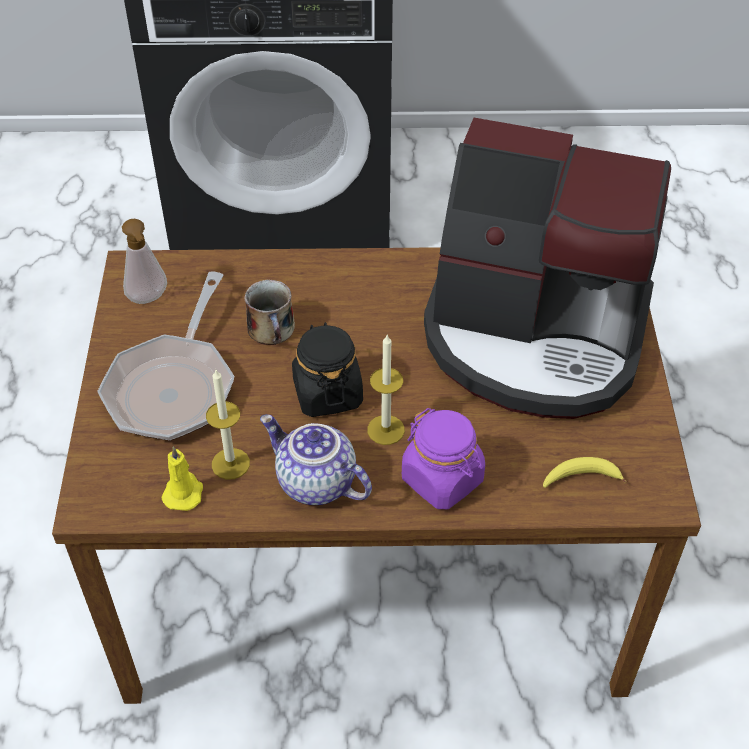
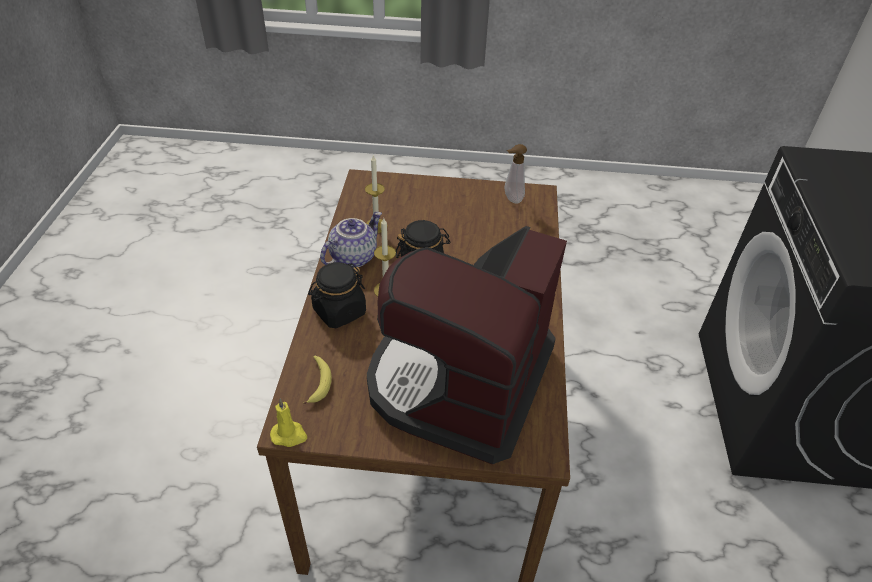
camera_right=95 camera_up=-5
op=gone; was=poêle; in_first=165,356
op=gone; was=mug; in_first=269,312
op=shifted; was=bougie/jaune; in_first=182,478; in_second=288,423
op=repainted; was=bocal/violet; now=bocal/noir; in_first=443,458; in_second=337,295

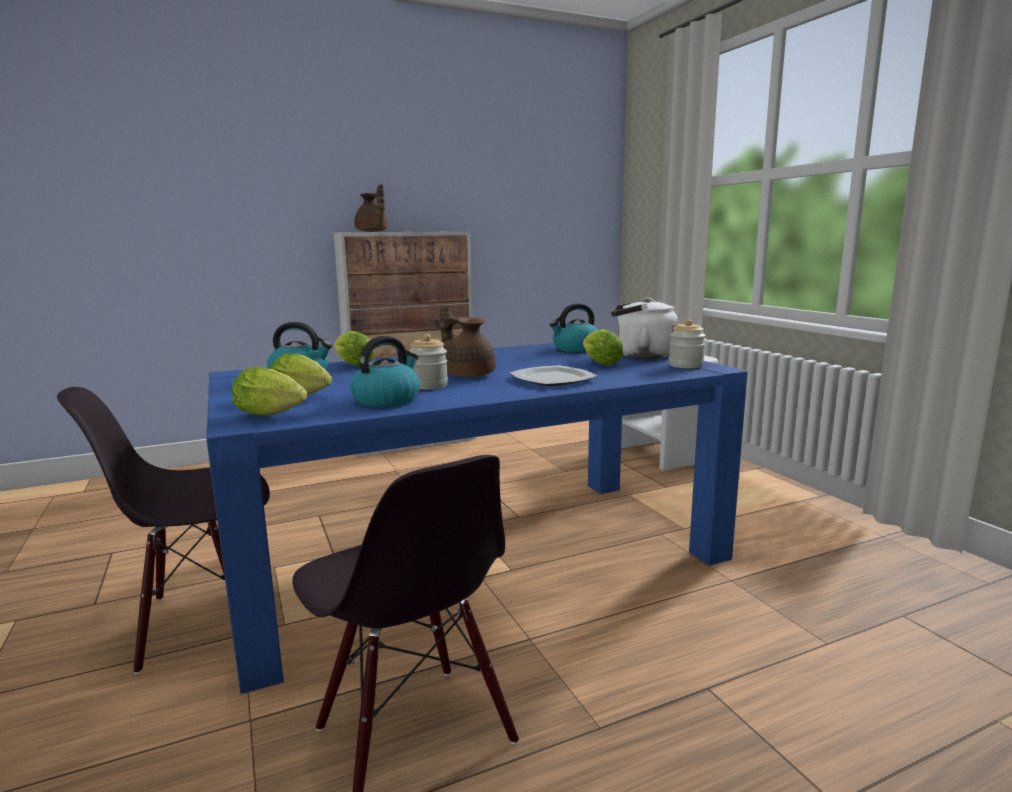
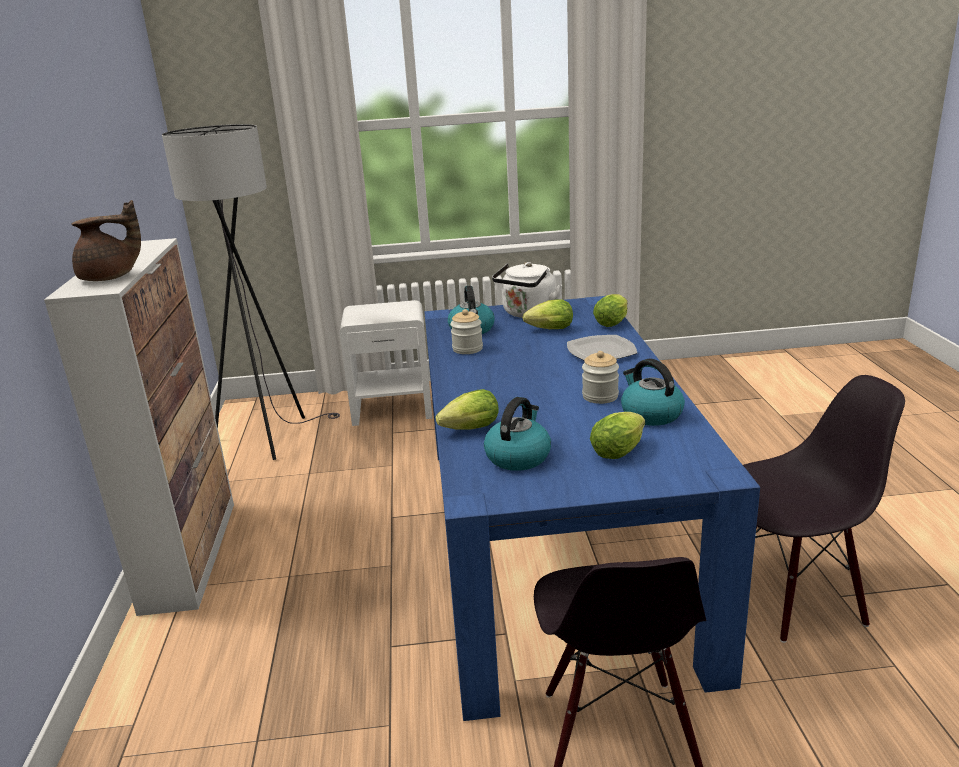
camera_right=-70 camera_up=10
op=gone; was=théière/marron; in_first=468,341
op=new; now=lampadaire/gris; in_second=251,292
op=shifted; was=laitue; in_first=269,391; in_second=610,310
op=shifted; was=bocal; in_first=687,343; in_second=466,331

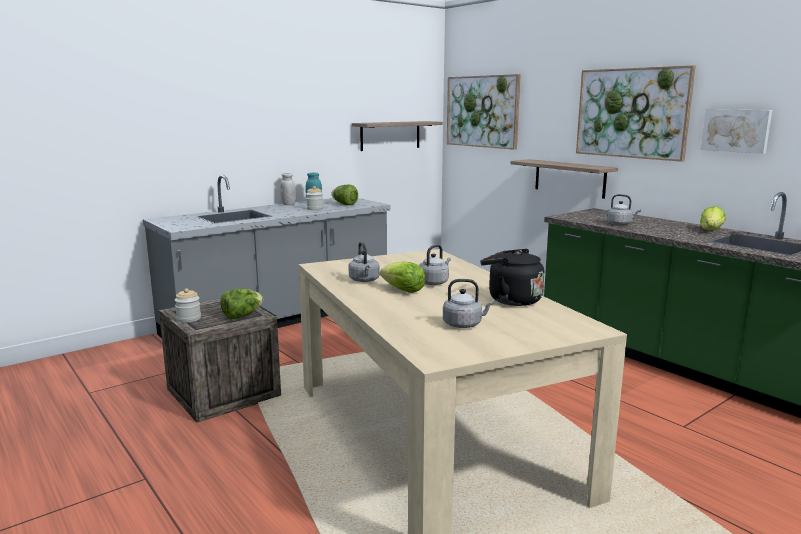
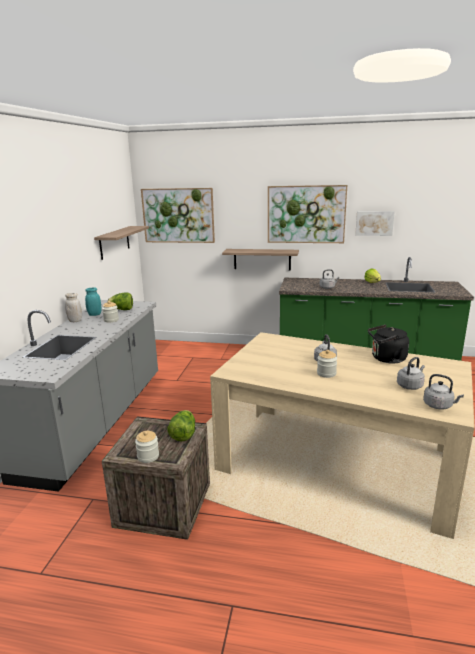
camera_right=-40 camera_up=5
op=shifted; was=bouilloire/gris; in_first=364,262; in_second=443,392
op=swapped; was=laitue; now=bocal; in_first=402,277; in_second=327,364

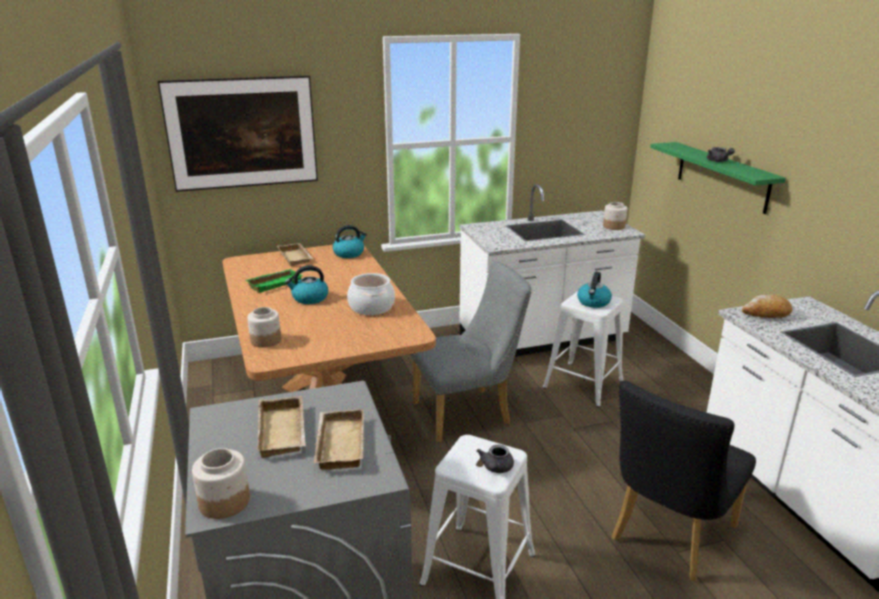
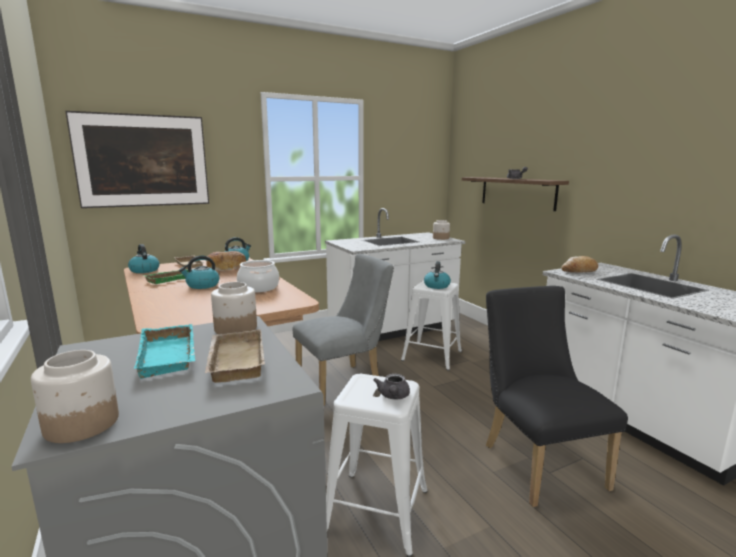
camera_right=-10 camera_up=-10
op=new; now=bouilloire; in_second=143,258
op=new; now=pain; in_second=226,261
op=shifted; was=bocal; in_first=264,327; in_second=234,308
op=repainted; was=plateau/beige; now=plateau/turquoise; in_first=281,427; in_second=164,351
op=repainted; was=étagère/vert; now=étagère/marron; in_first=718,178; in_second=515,194
op=rotated; was=chaise/noir; in_first=683,481; in_second=557,396; clockwise=135

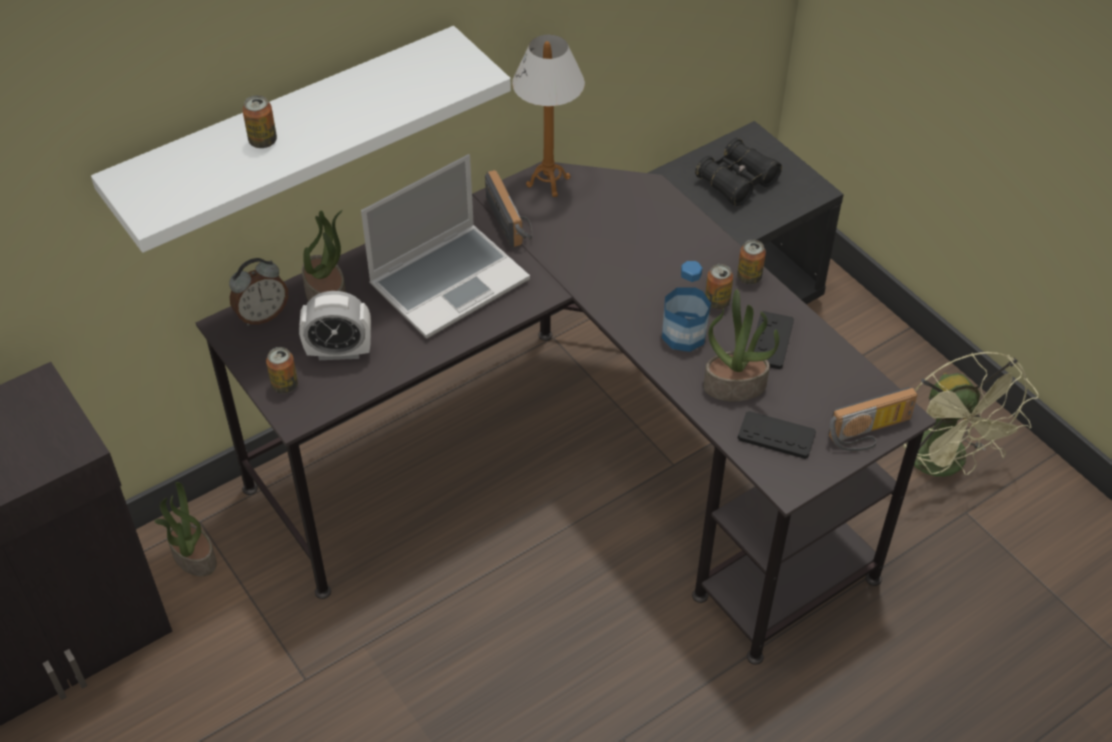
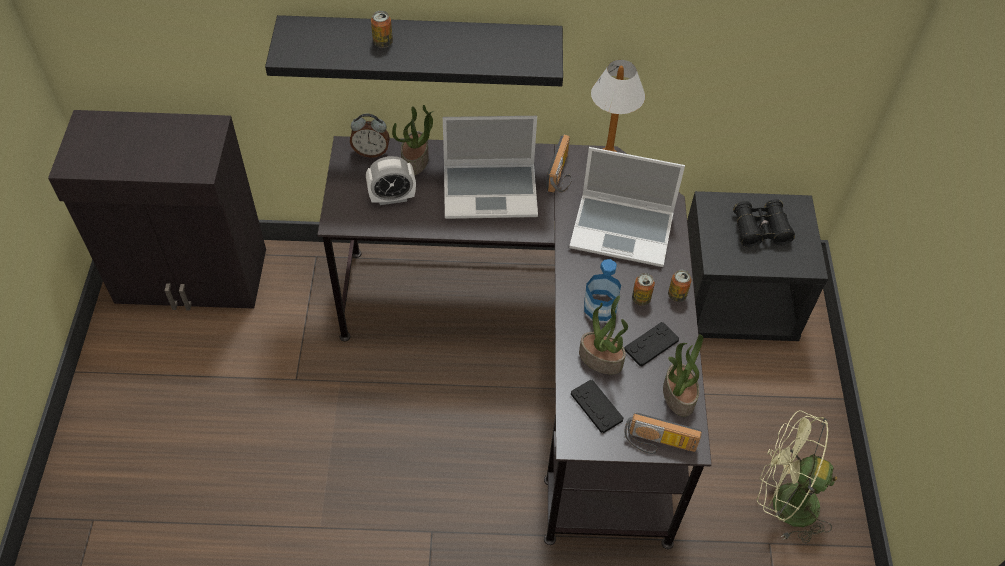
camera_right=35 camera_up=5
op=gone; was=boîte métallique; in_first=282,370
op=new; now=ordinateur portable; in_second=627,207
op=shifted; was=plante en pot; in_first=186,529; in_second=683,375
op=repainted; was=étagère/blanc; now=étagère/noir; in_first=301,139; in_second=414,50
op=rotated; was=réveil; in_first=335,325; in_second=391,180; clockwise=-45
op=rotated; was=ventilateur/vert; in_first=967,416; in_second=797,476; clockwise=90

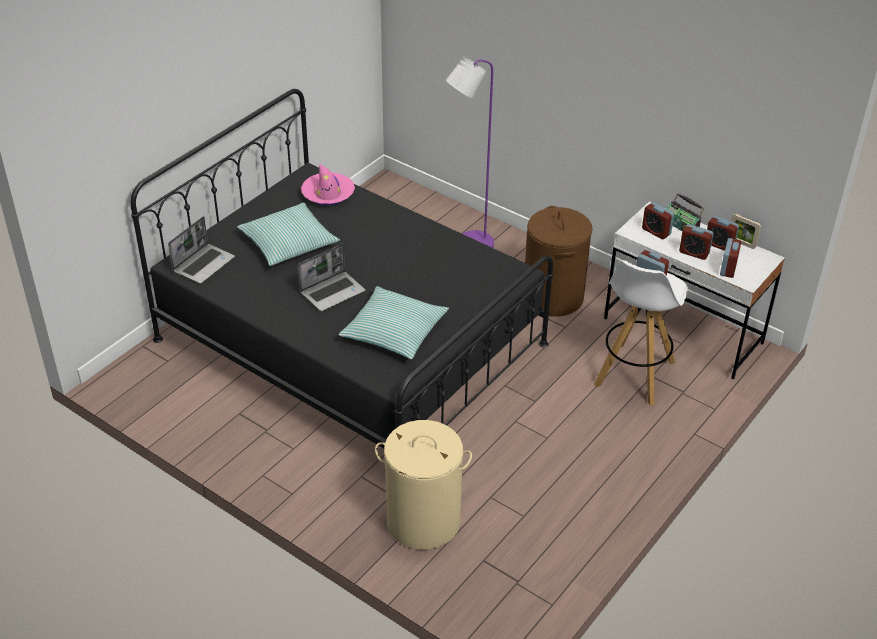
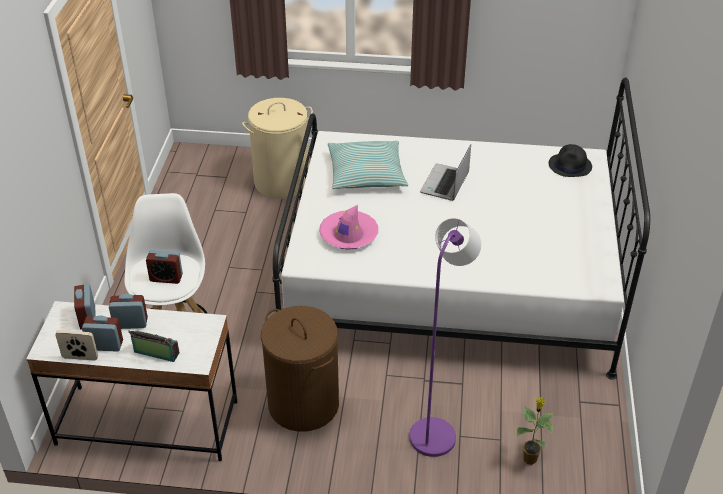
camera_right=150 camera_up=0
op=gone; was=coussin; in_first=288,234
op=gone; was=réveil; in_first=658,220
op=new; now=plante en pot; in_second=535,431
op=shifted; was=chapeau/rose; in_first=328,184; in_second=348,227
op=swapped; was=ordinateur portable; now=chapeau/noir; in_first=201,250; in_second=570,160
op=repainted; was=lit/noir; now=lit/blanc; in_first=341,268; in_second=461,228

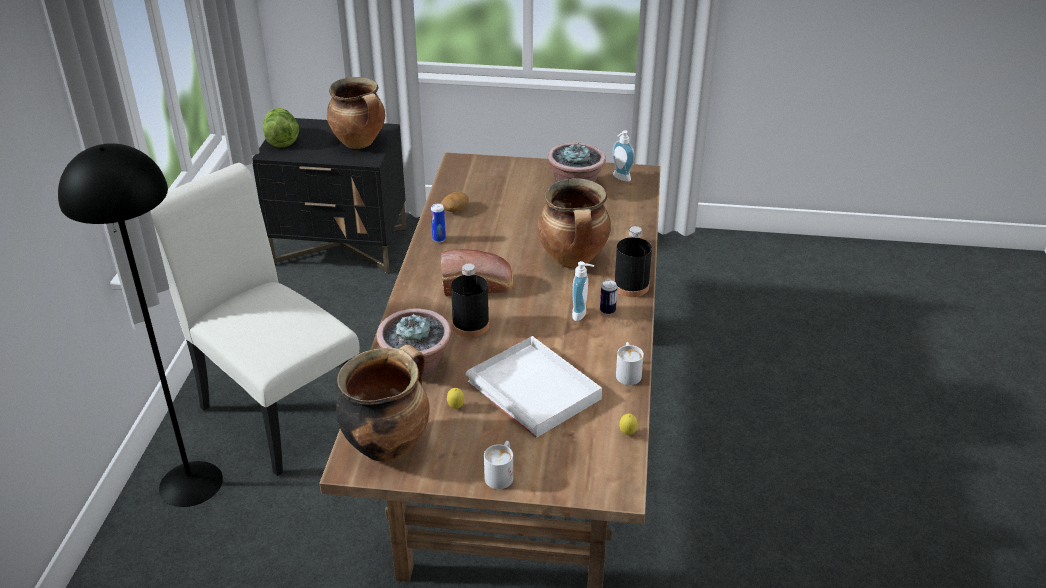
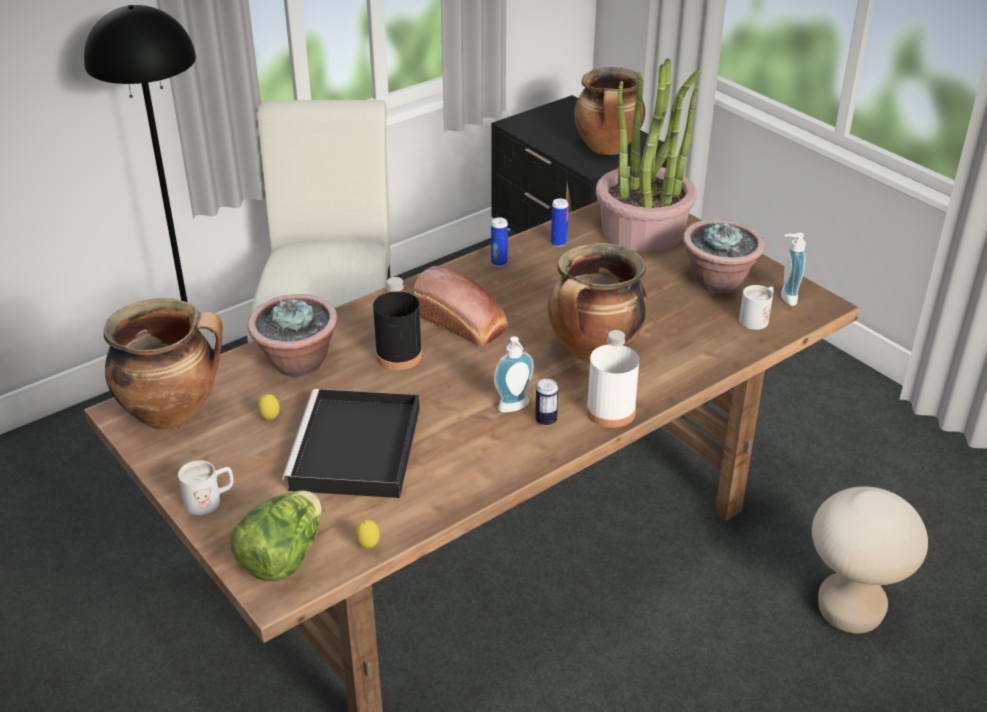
camera_right=45 camera_up=0
op=new; now=plante en pot; in_second=649,155
op=new; now=tabouret/beige; in_second=870,560
op=shifted; was=laitue; in_first=281,128; in_second=276,535
op=shifted; was=mug/blanc; in_first=630,363; in_second=756,307
op=swapped; was=pomme de terre; now=boîte métallique; in_first=455,202; in_second=560,222
op=repainted; was=plateau/blanc; now=plateau/noir; in_first=534,387; in_second=350,443
op=repainted; was=bouteille/noir; now=bouteille/blanc; in_first=633,261; in_second=612,379

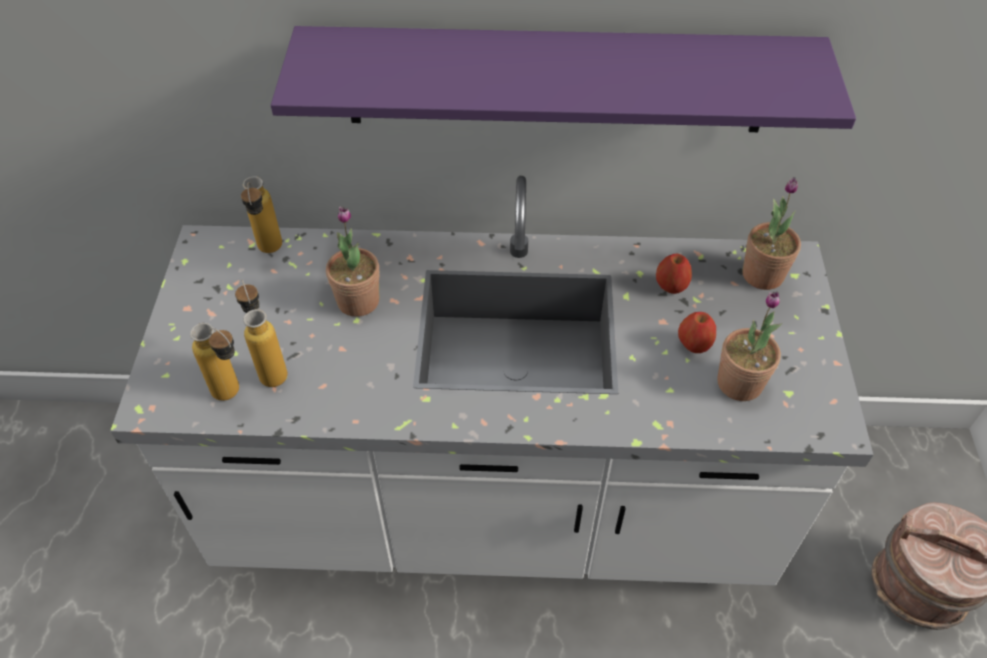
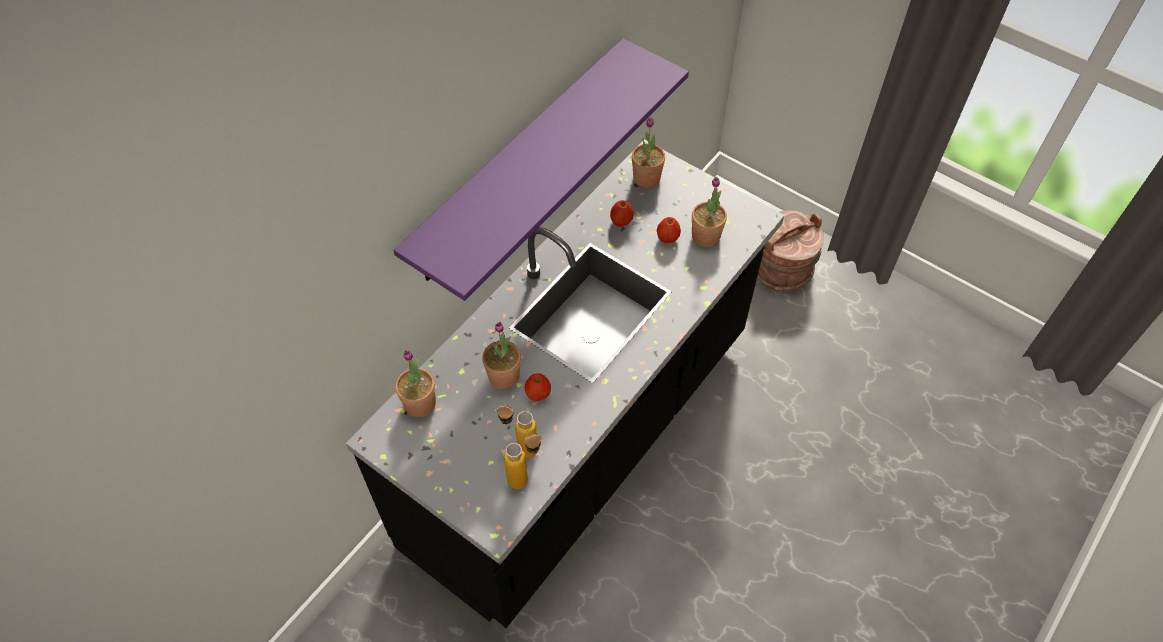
camera_right=-55 camera_up=5
op=new; now=pomme; in_second=537,387
op=swapped; was=bouteille; now=plante en pot; in_first=261,214; in_second=415,383
op=repainted; was=comptoir de cuisine/blanc; now=comptoir de cuisine/noir; in_first=491,380; in_second=565,384

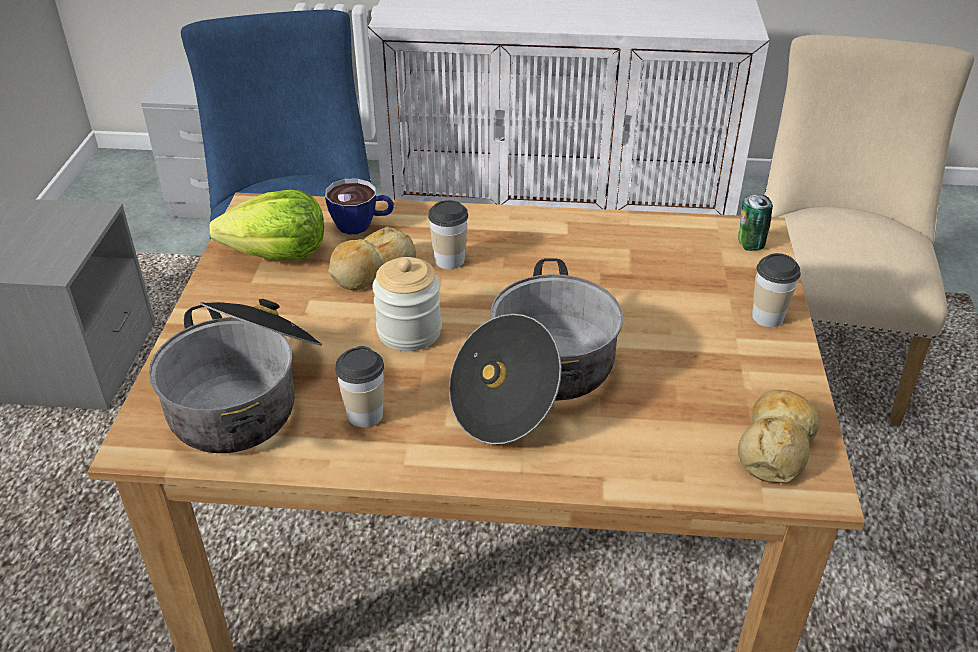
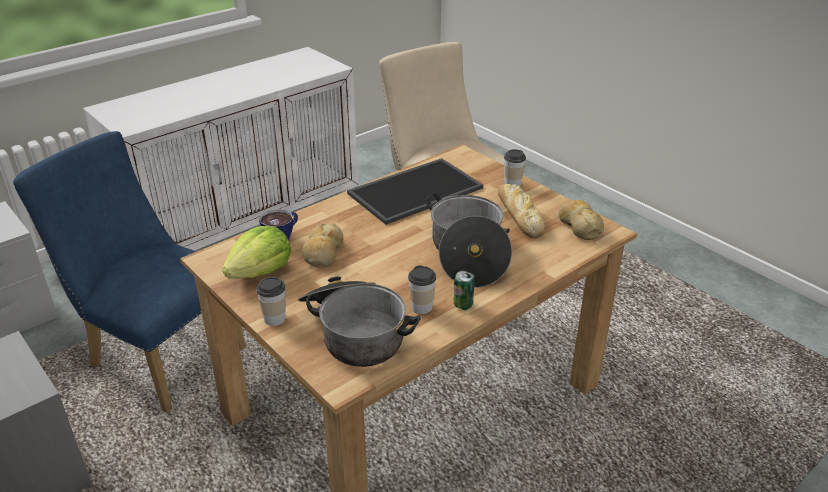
camera_right=-45 camera_up=-5
op=gone; was=bocal; in_first=407,304
op=new; now=plateau; in_second=415,191
op=new; now=pain; in_second=521,211
op=shifted; was=tasse; in_first=448,234; in_second=271,301
op=shifted; was=boîte métallique; in_first=755,222; in_second=464,290

